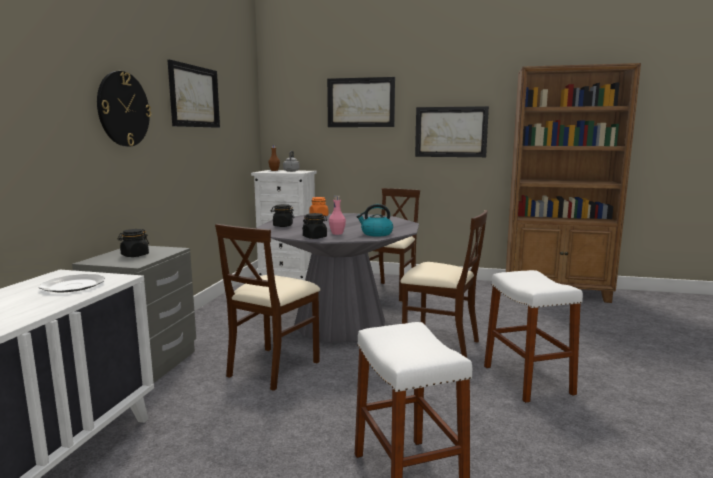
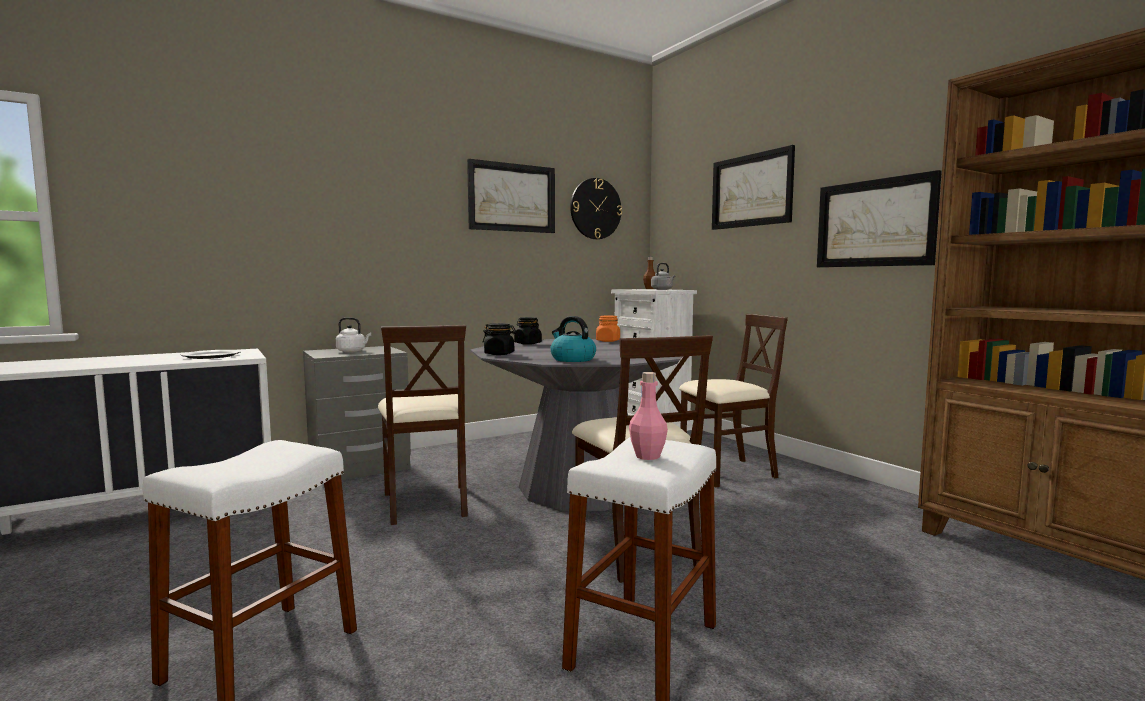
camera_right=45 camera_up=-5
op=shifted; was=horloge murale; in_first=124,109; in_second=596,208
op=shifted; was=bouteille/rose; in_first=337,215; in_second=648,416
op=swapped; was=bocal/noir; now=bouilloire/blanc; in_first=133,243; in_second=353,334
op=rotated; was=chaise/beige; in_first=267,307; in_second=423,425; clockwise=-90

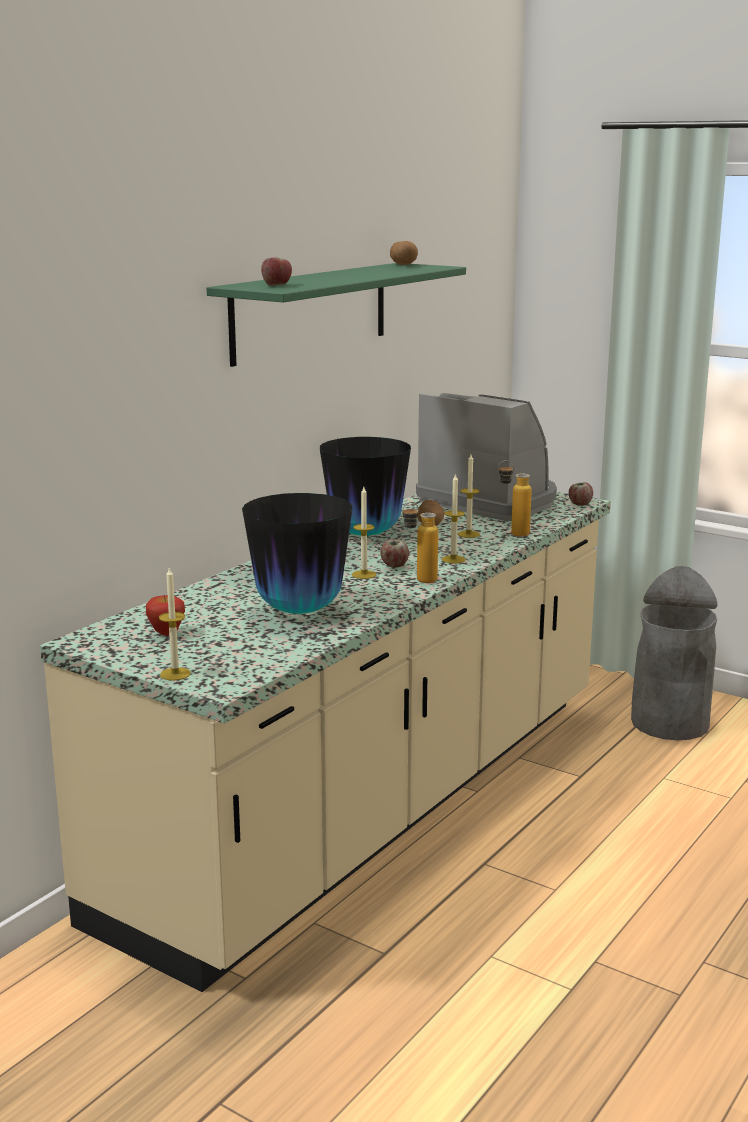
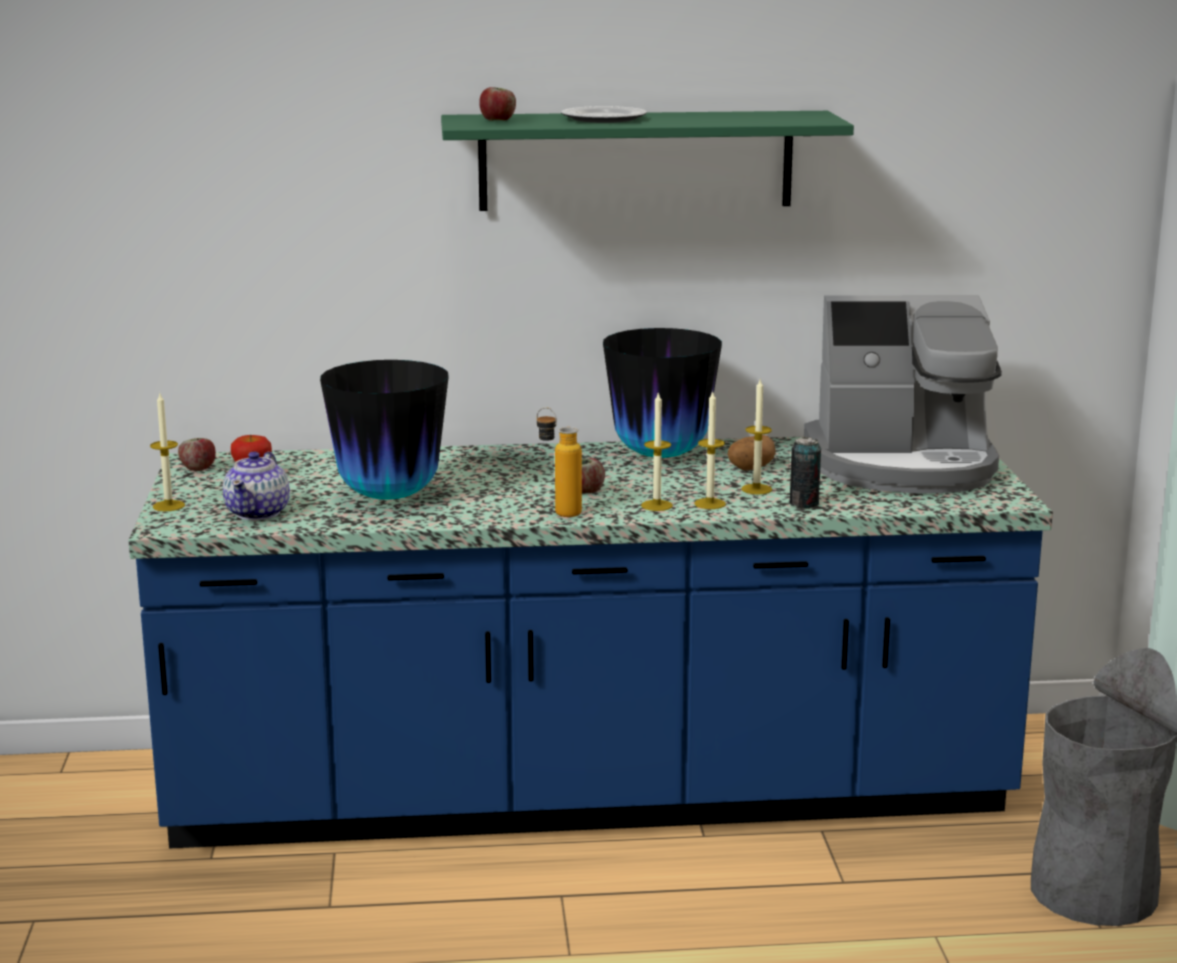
camera_right=50 camera_up=0
op=gone; was=pomme de terre; in_first=404,253
op=new; now=théière; in_second=256,485
op=new; now=assiette; in_second=604,114
op=shifted; was=bougie; in_first=364,533; in_second=710,449
op=shifted; was=pomme; in_first=581,494; in_second=197,454
op=swapped; was=bouteille; now=boîte métallique; in_first=515,498; in_second=805,472
op=repainted; was=comptoir de cuisine/beige; now=comptoir de cuisine/bleu; in_first=325,742; in_second=590,642
op=rotated; was=machine à café; in_first=486,457; in_second=903,394; clockwise=90

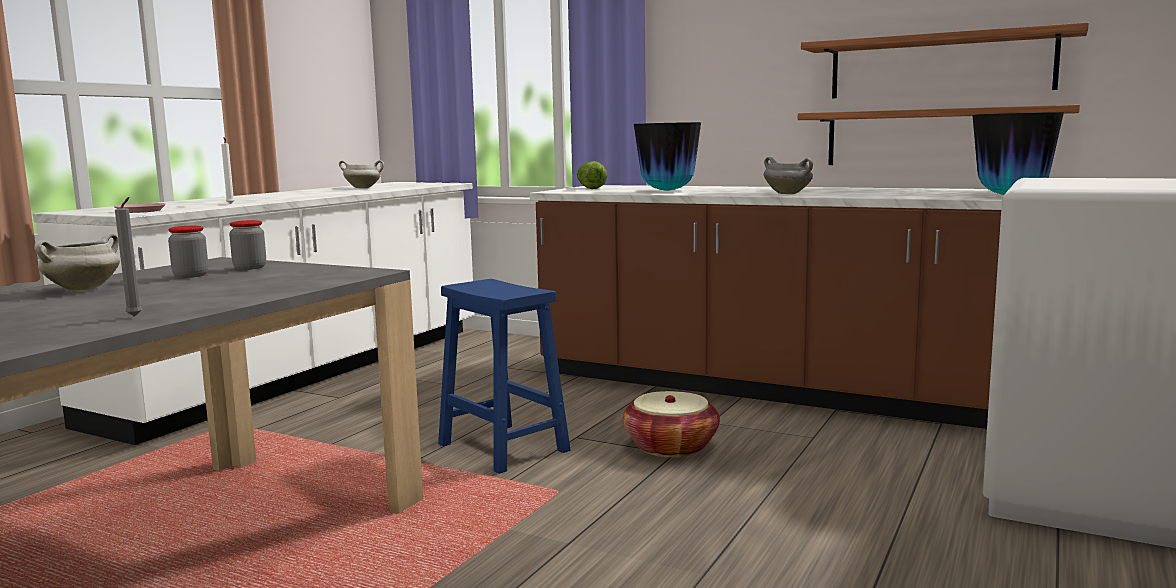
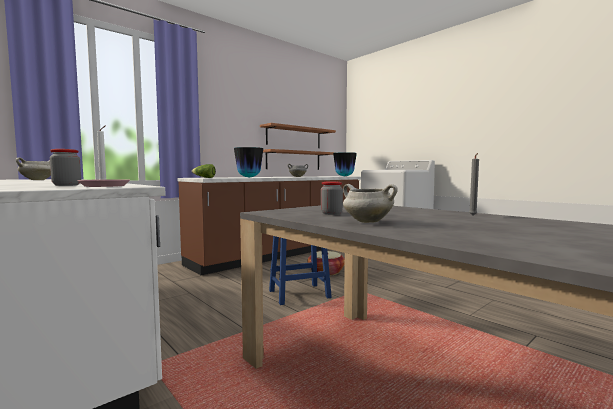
camera_right=-70 camera_up=-5
op=shifted; was=bocal; in_first=247,245; in_second=65,167

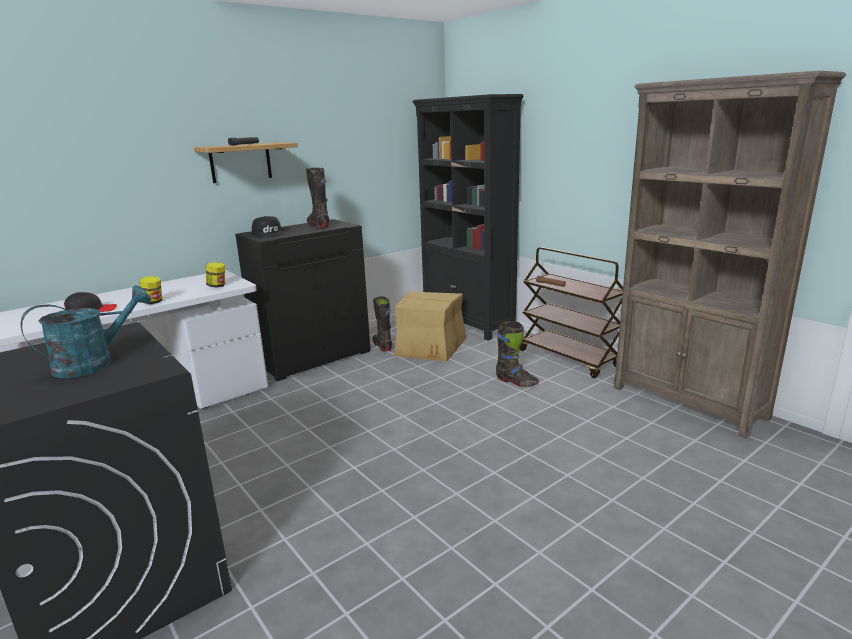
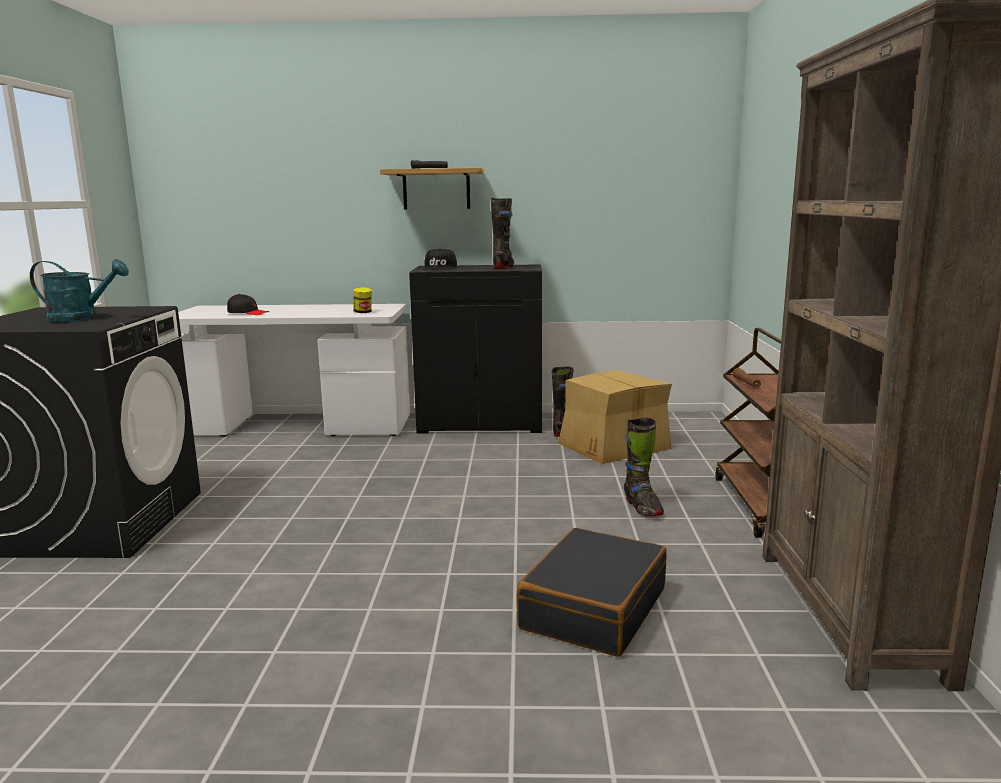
camera_right=40 camera_up=-5
op=gone; was=bocal; in_first=150,290
op=gone; was=bibliothèque/noir; in_first=468,217
op=new; now=valise/noir; in_second=592,592

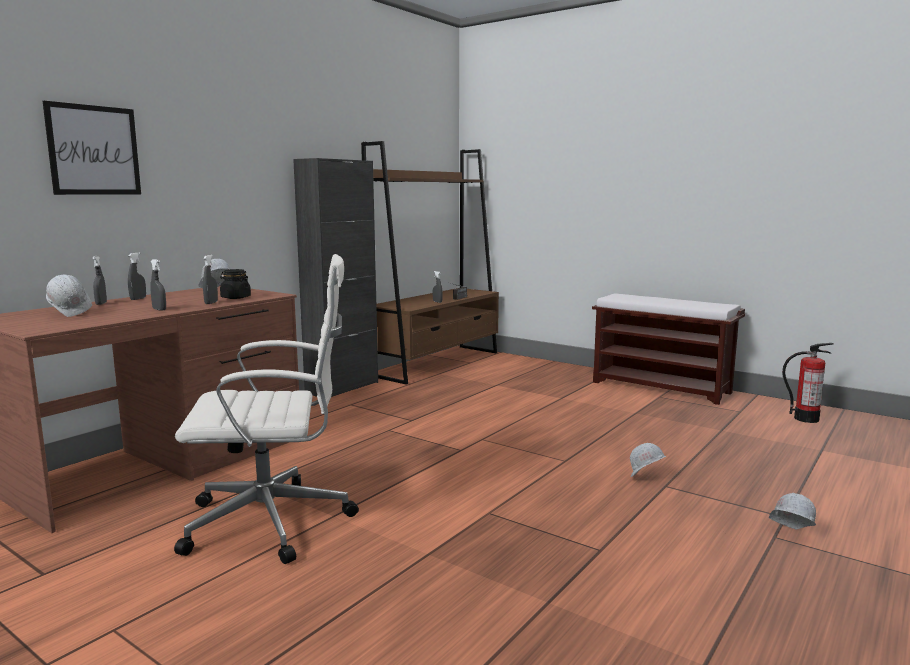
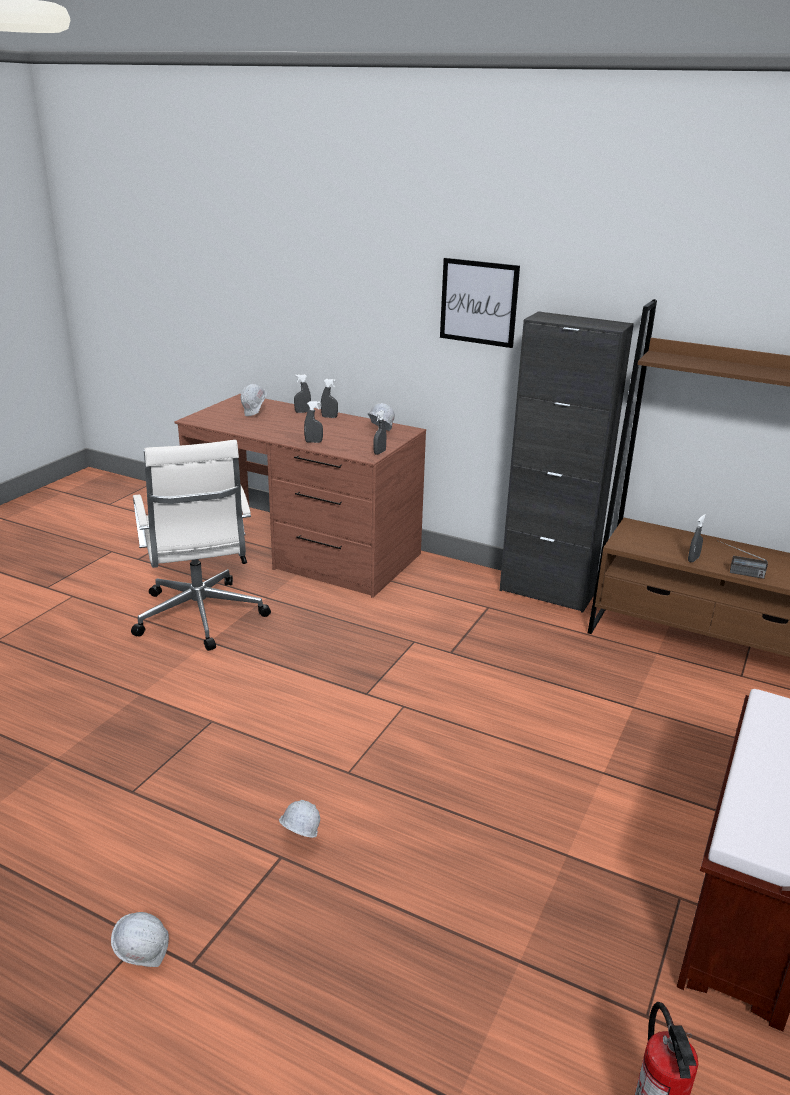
camera_right=80 camera_up=15
op=gone; was=bocal/noir; in_first=235,284
op=shifted; was=tableau; in_first=92,148; in_second=480,303
op=shifted; was=vaporisateur/gris; in_first=158,285; in_second=379,432

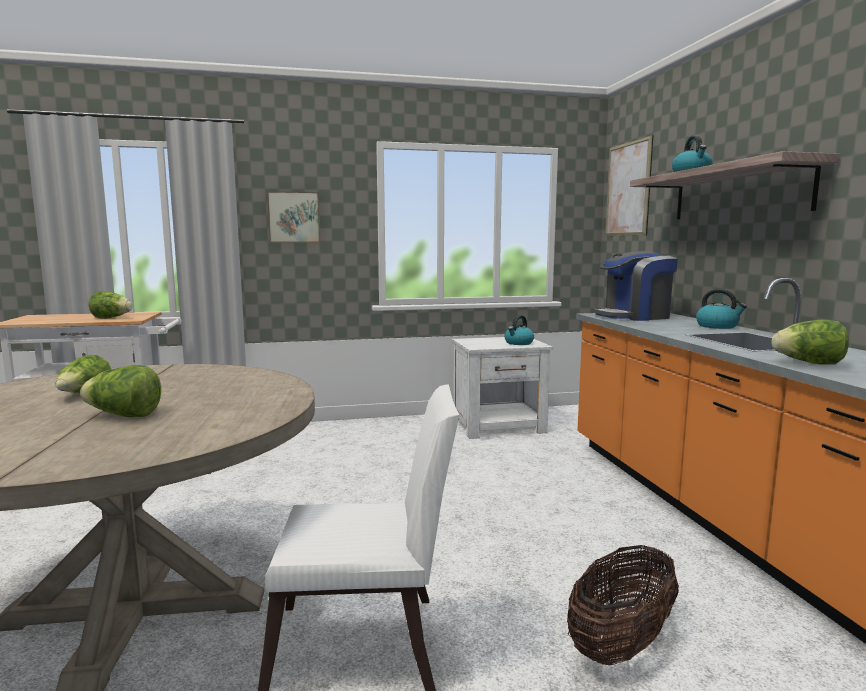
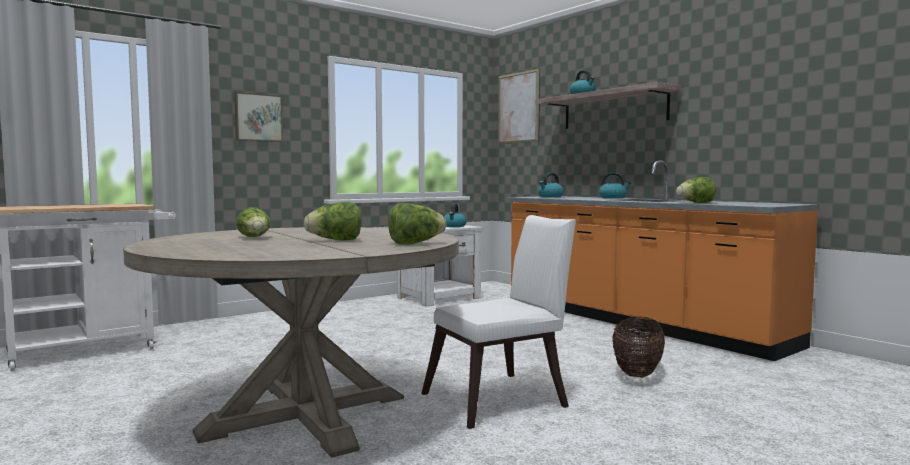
camera_right=-25 camera_up=-5
op=shifted; was=laitue; in_first=111,305; in_second=417,224
op=swapped; was=machine à café; now=bouilloire; in_first=635,286; in_second=551,185

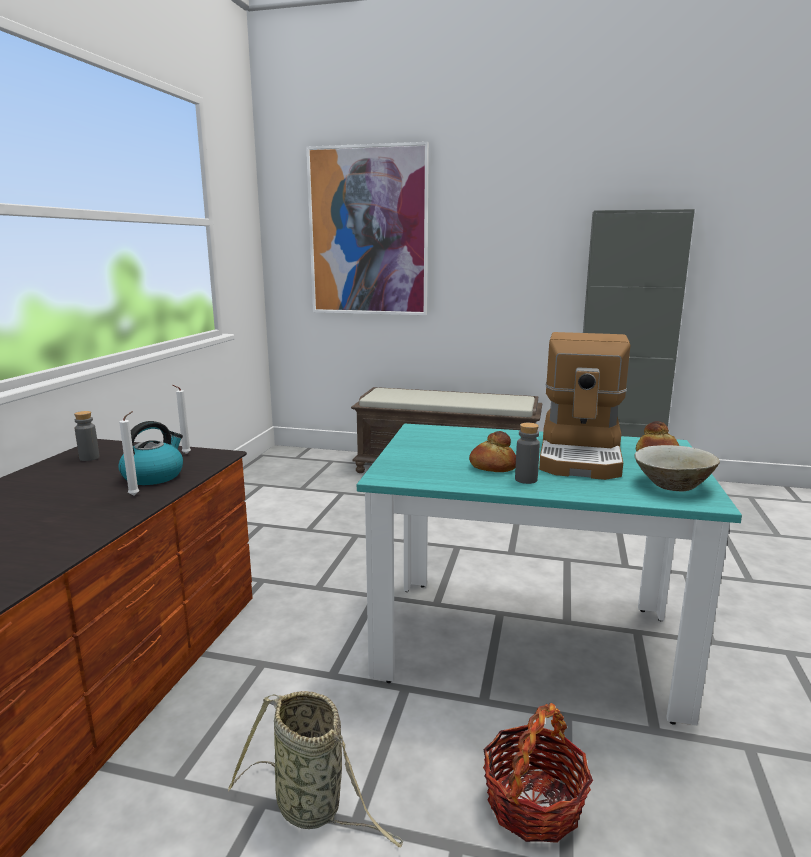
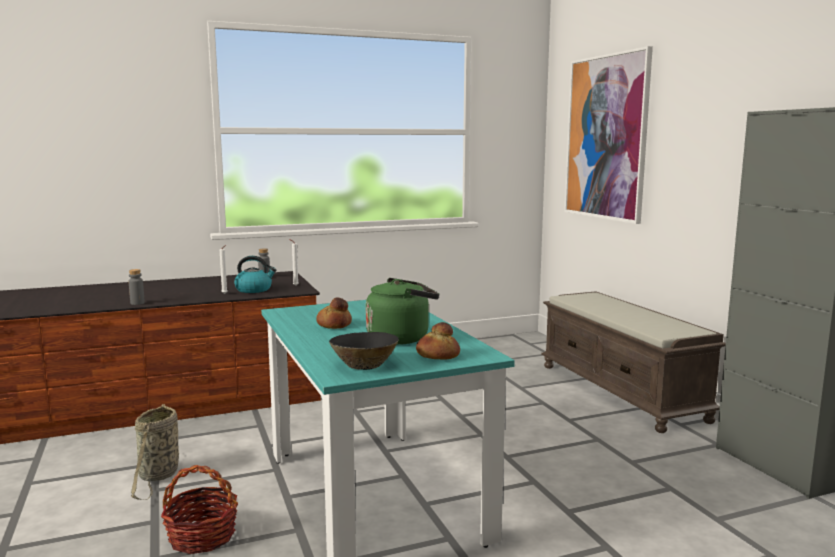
camera_right=55 camera_up=-5
op=shifted; was=bouteille/gris; in_first=527,453; in_second=137,287
op=swapped; was=machine à café; now=bouilloire/vert; in_first=584,406; in_second=402,311
op=repainted; was=bol/beige; now=bol/noir; in_first=677,468; in_second=364,351

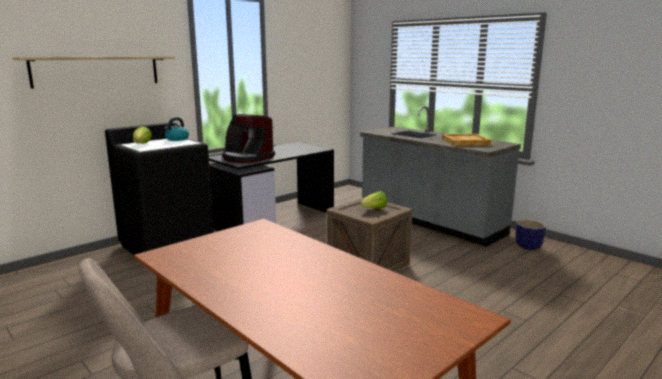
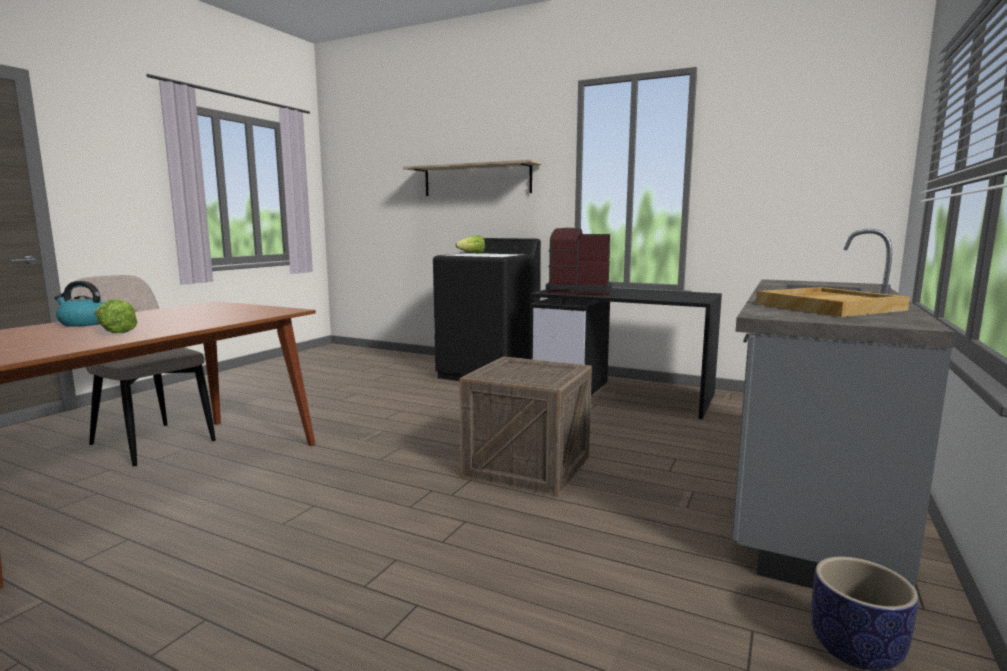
camera_right=70 camera_up=-5
op=shifted; was=bouilloire; in_first=176,129; in_second=79,304
op=shifted; was=laitue; in_first=373,200; in_second=116,316
op=rotated; was=machine à café; in_first=248,138; in_second=579,261; clockwise=90

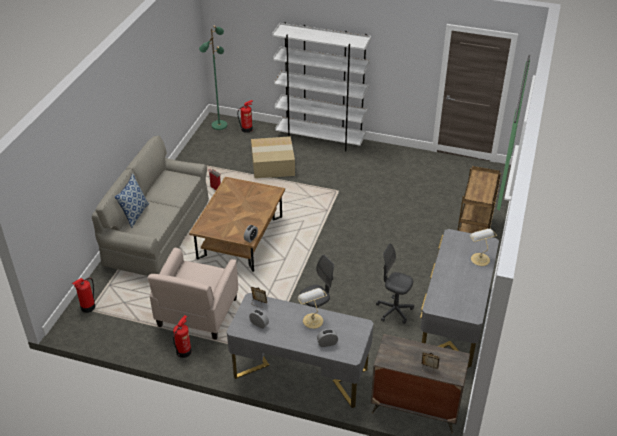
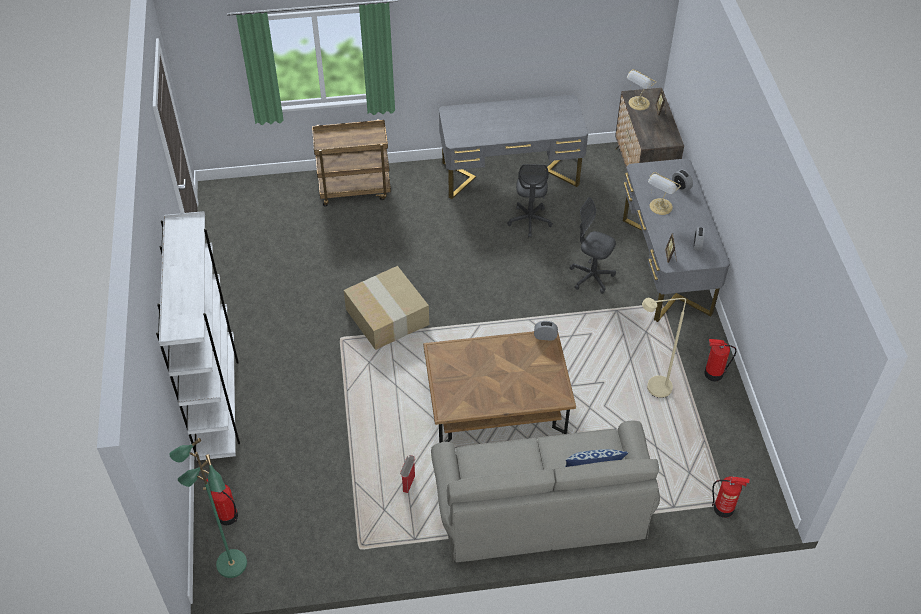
camera_right=-115 camera_up=10
op=shifted; was=carton; in_first=273,157; in_second=386,308
op=shifted; was=lampe de table; in_first=483,247; in_second=641,89
op=swapped; was=fauteuil/beige; now=lampadaire/beige; in_first=192,294; in_second=664,348

